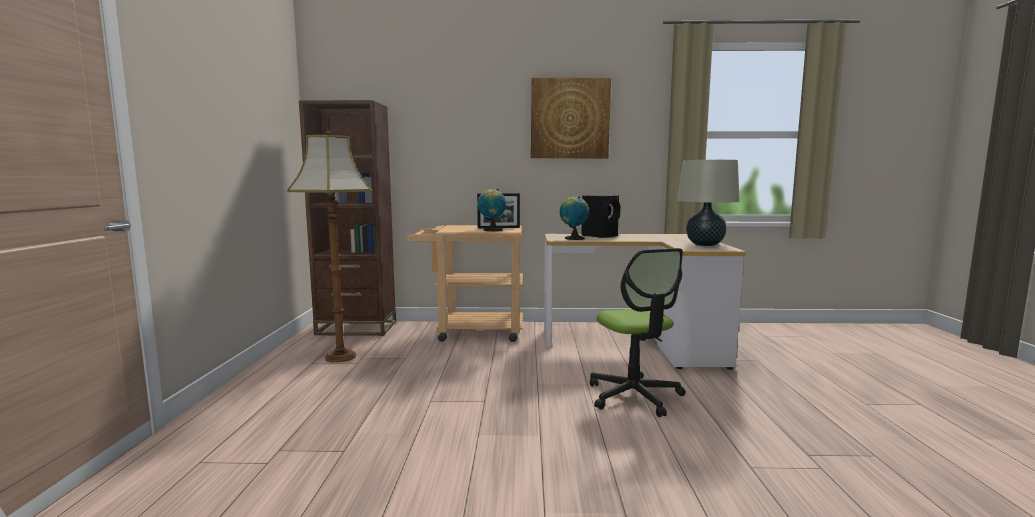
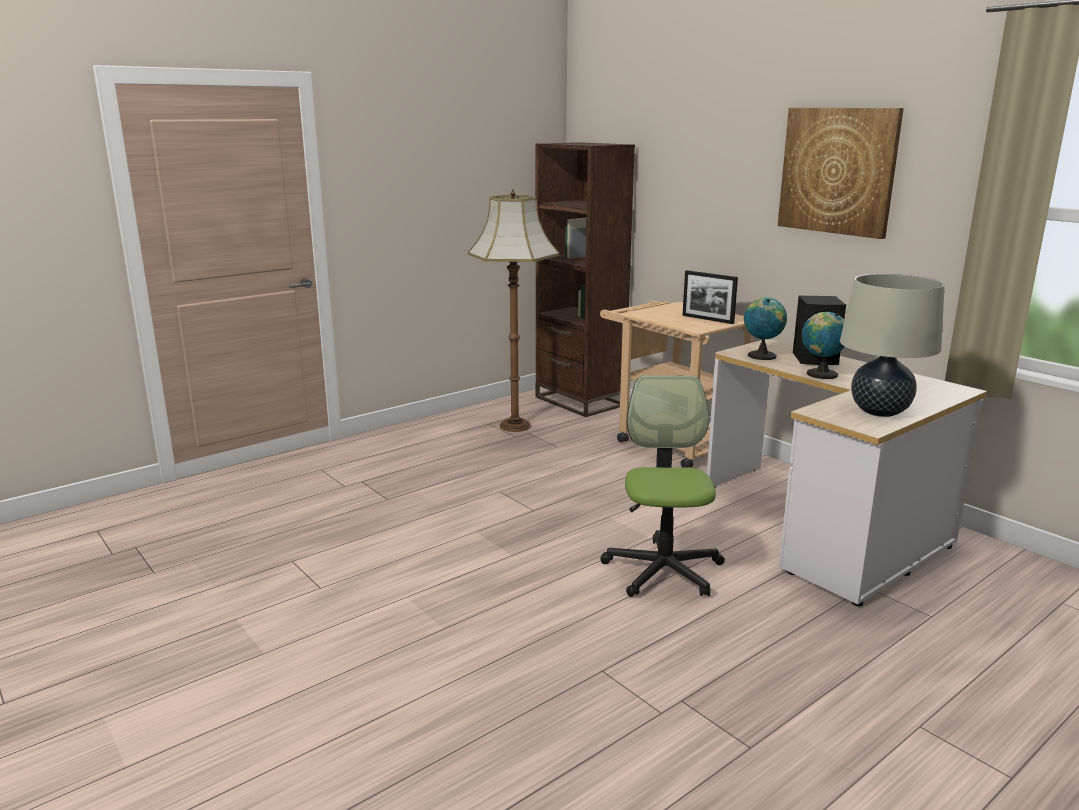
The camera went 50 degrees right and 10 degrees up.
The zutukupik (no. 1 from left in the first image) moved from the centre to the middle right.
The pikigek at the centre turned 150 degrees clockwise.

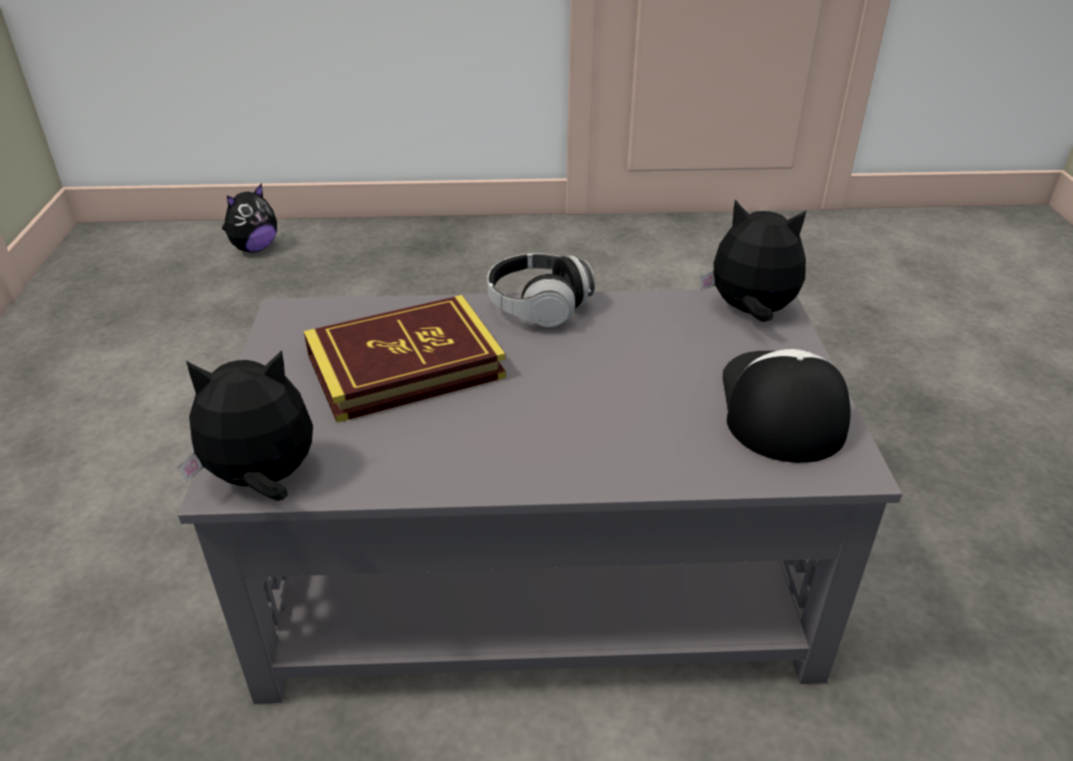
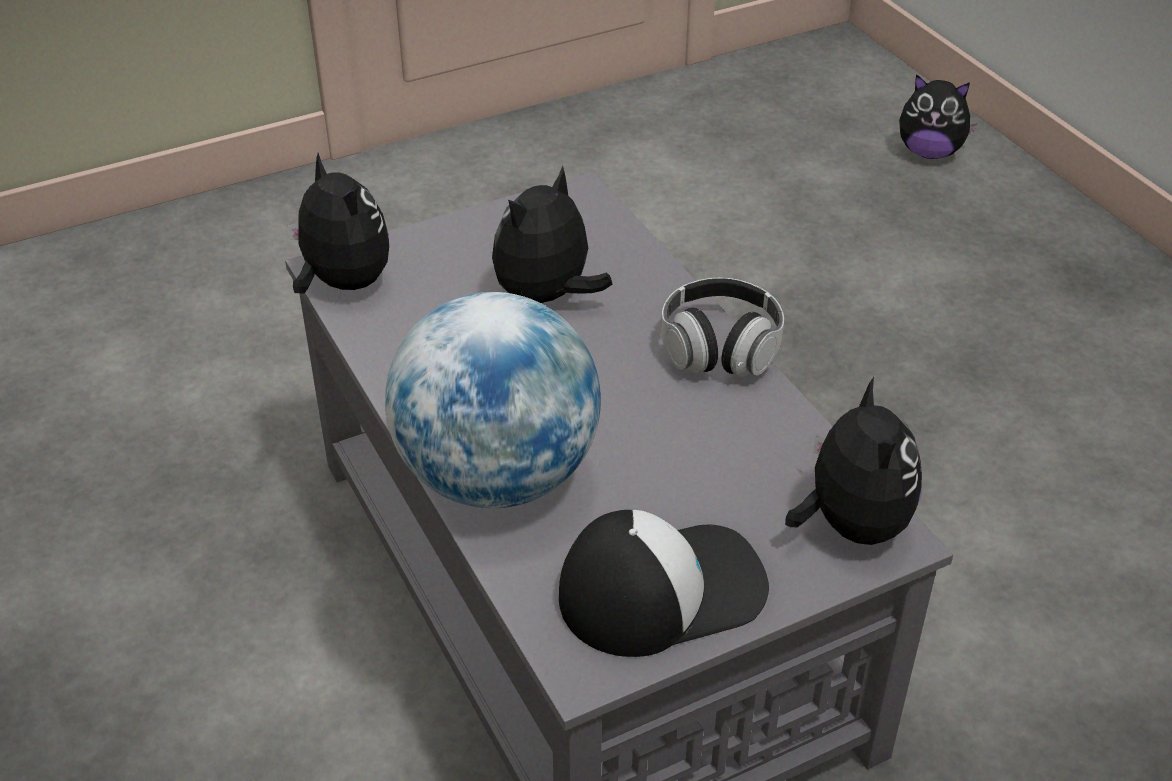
The camera went 65 degrees right and 5 degrees up.
The zutukupik at the centre appeared.
The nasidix at the centre was replaced by the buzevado (no. 2 from left) at the top centre.

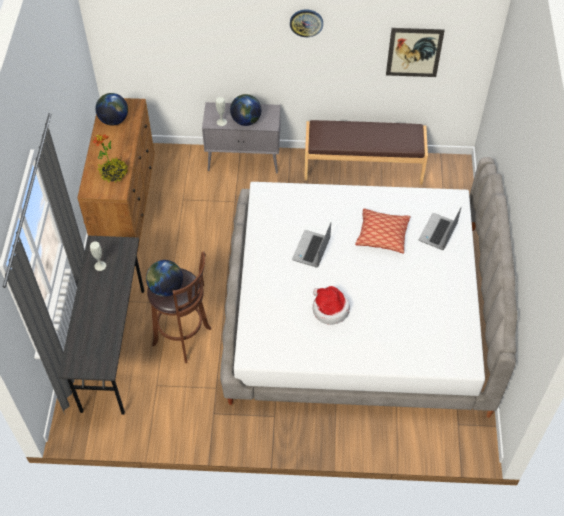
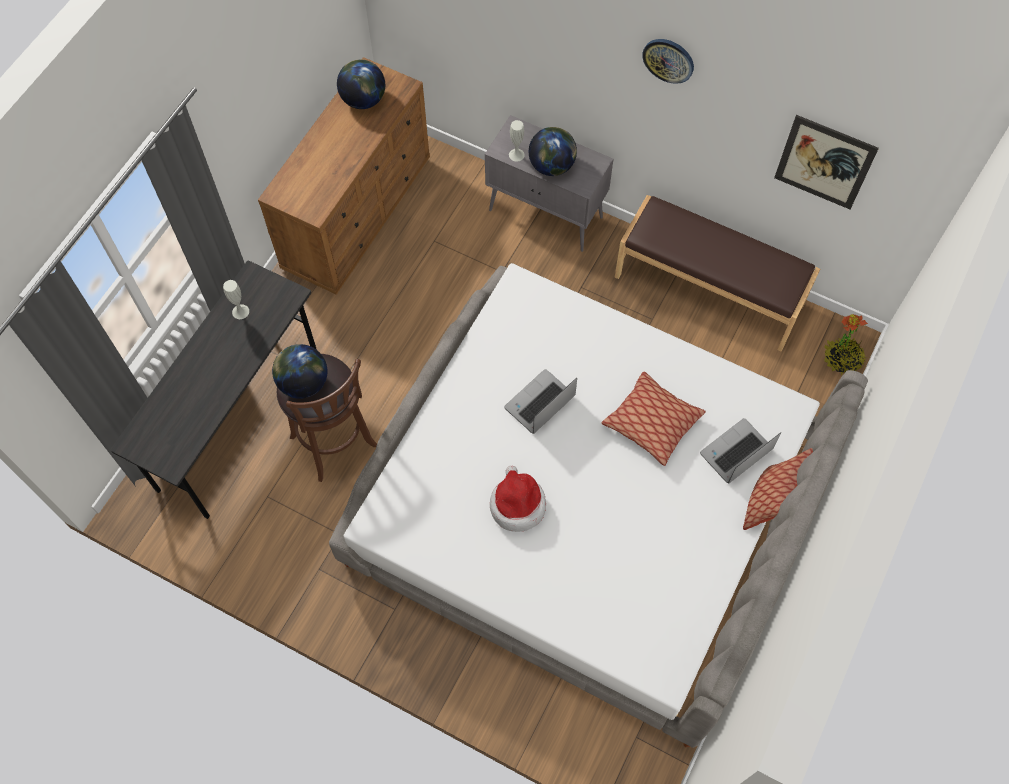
The camera went 25 degrees right and 10 degrees up.
The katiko (no. 2 from left) at the middle right appeared.
The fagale moved from the top left to the middle right.

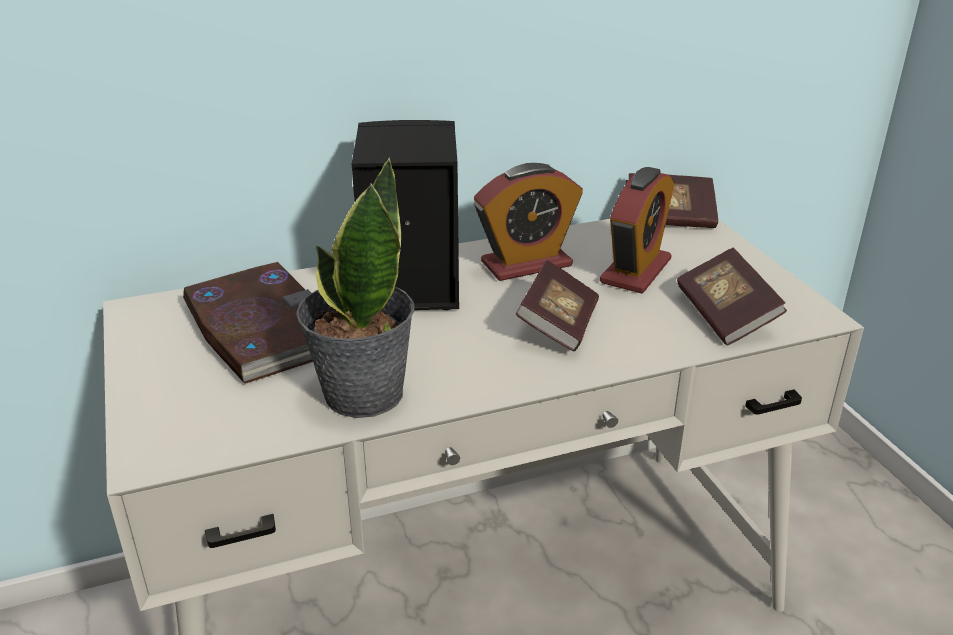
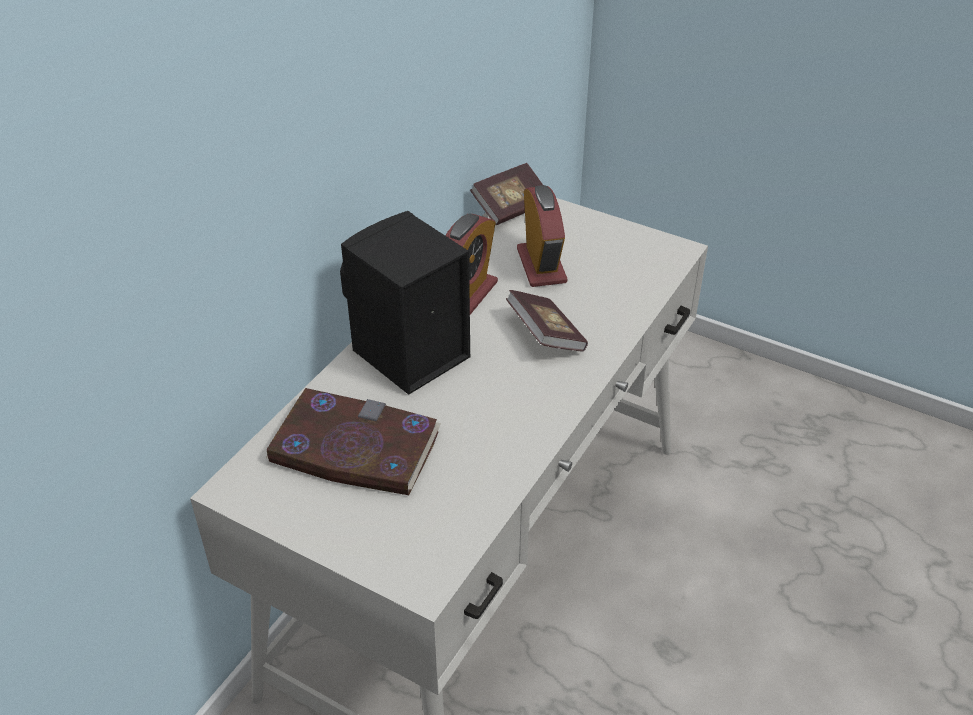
The camera went 40 degrees left and 10 degrees up.
The fagale at the centre disappeared.
The nasidix (no. 4 from left) at the middle right disappeared.

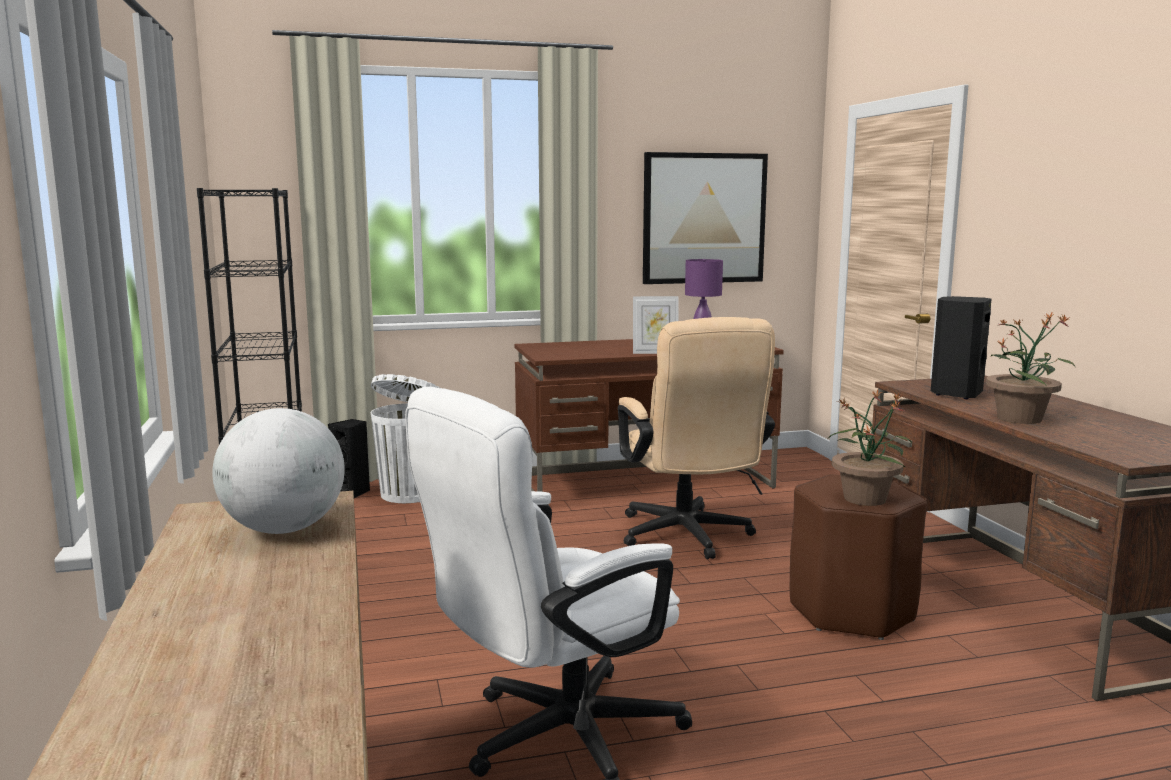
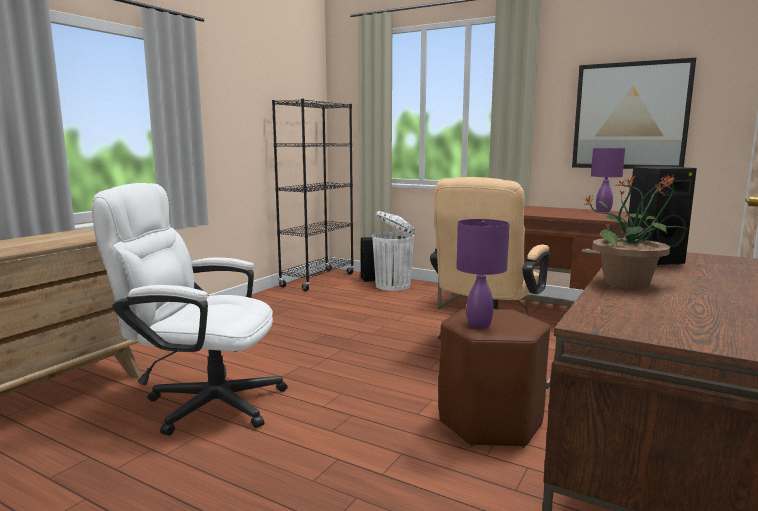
The camera went 45 degrees right and 0 degrees up.
The zutukupik at the middle left disappeared.
The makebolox at the centre disappeared.
The fagale (no. 1 from left) at the middle right was replaced by the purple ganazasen (no. 1 from left) at the centre.

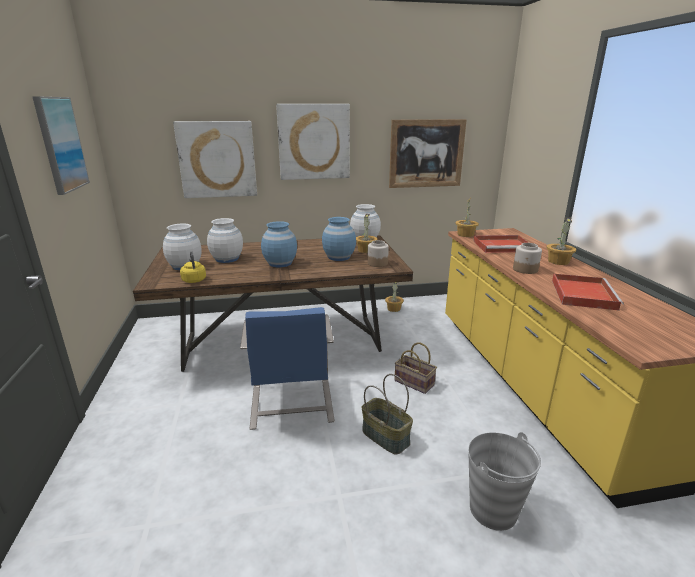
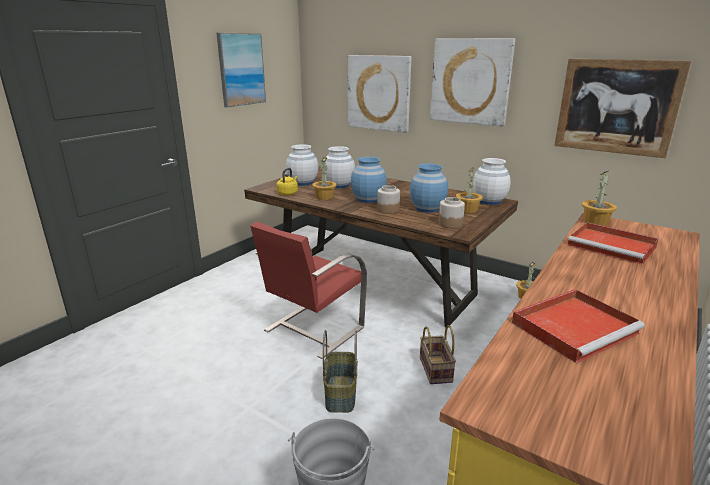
The camera went 45 degrees right and 0 degrees up.
The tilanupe (no. 2 from left in the first image) moved from the middle right to the centre.
The fagale (no. 4 from left in the first image) moved from the middle right to the centre.
The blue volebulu at the centre became the red volebulu at the centre.

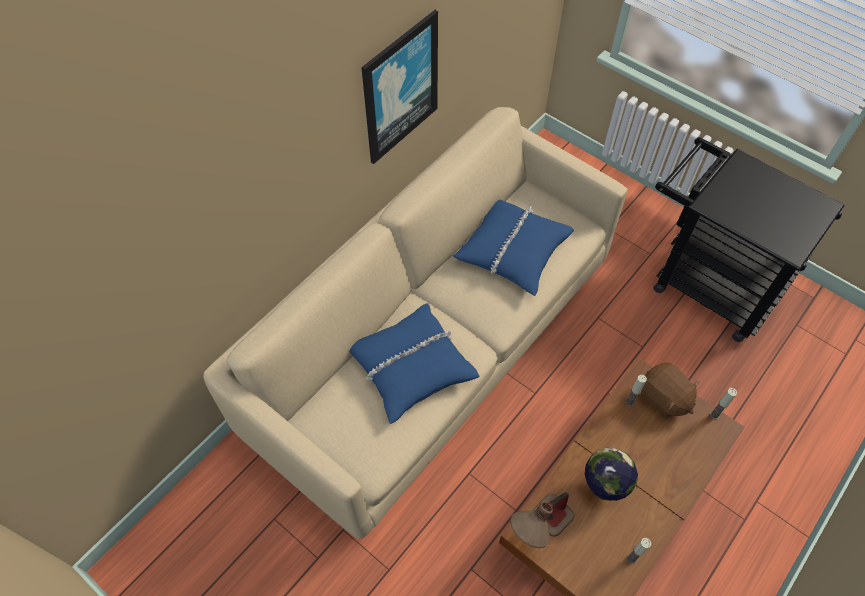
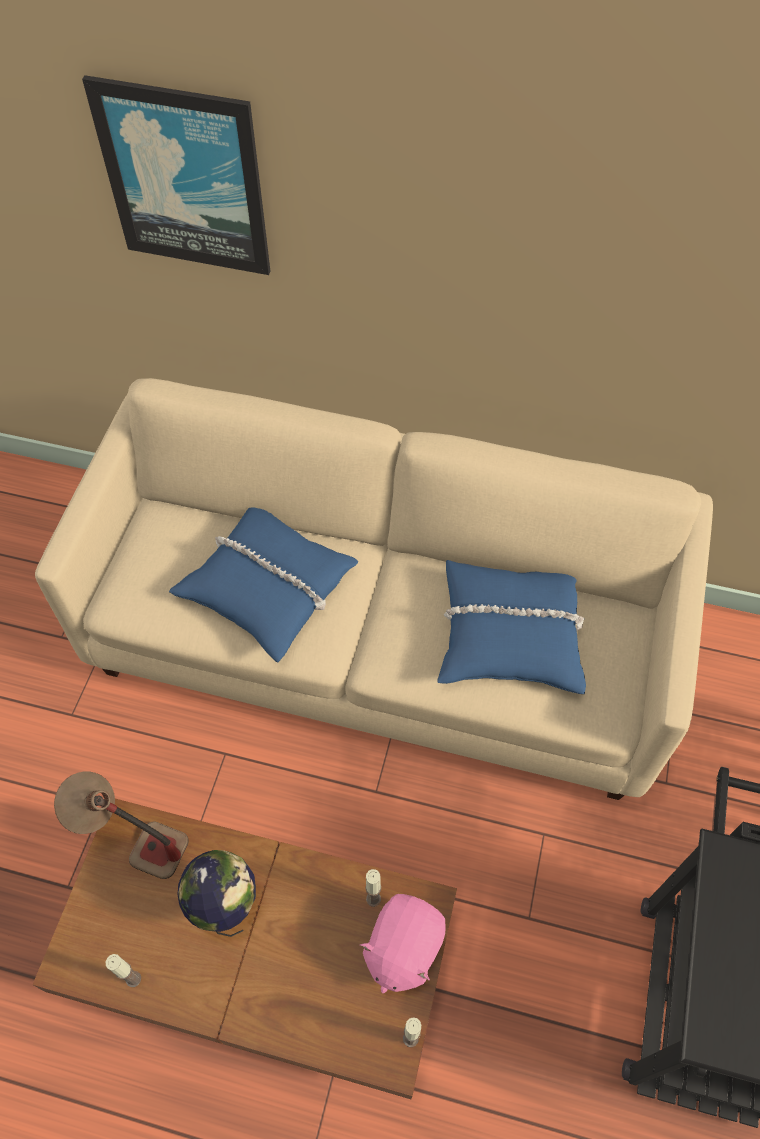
The camera went 65 degrees right and 0 degrees up.
The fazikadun moved from the top centre to the top left.
The brown buzevado at the middle right became the pink buzevado at the bottom centre.

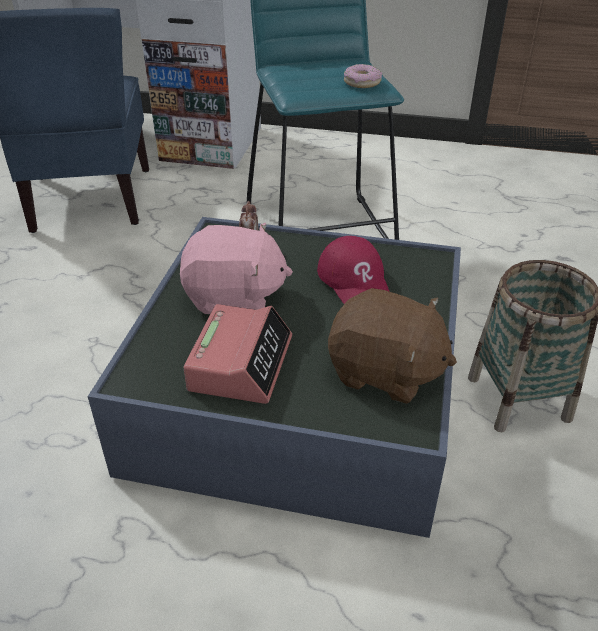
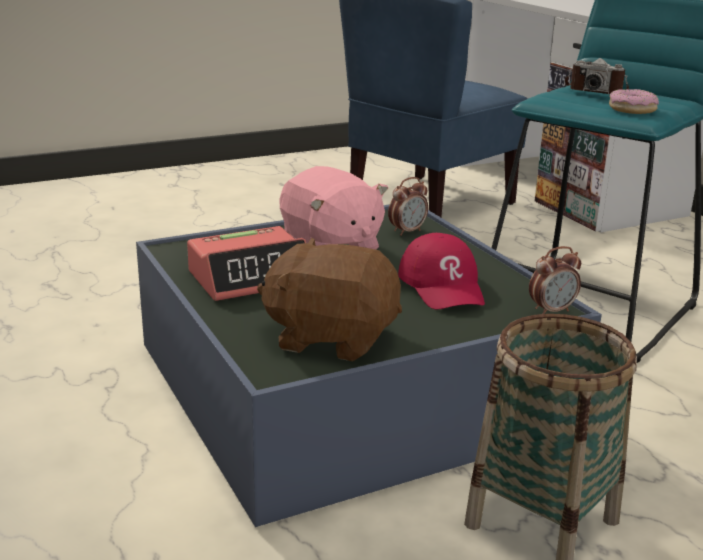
The camera went 50 degrees right and 15 degrees down.
The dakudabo (no. 3 from left) at the middle right appeared.
The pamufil at the top right appeared.
The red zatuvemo at the centre turned 45 degrees counterclockwise.
The brown buzevado at the centre turned 120 degrees clockwise.

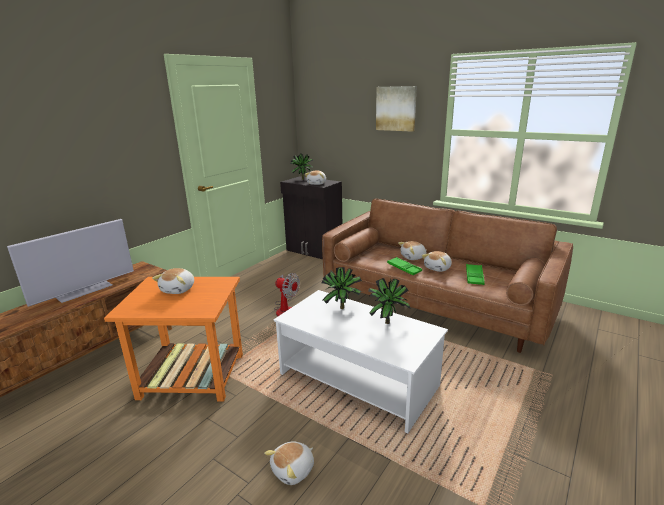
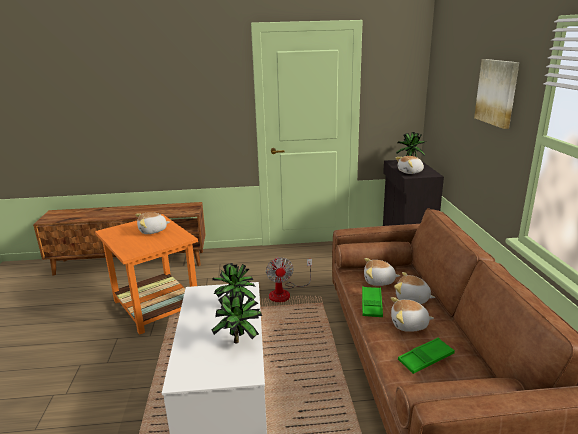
The camera went 50 degrees right and 0 degrees up.
The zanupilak at the middle left disappeared.
The buzevado (no. 2 from left) moved from the bottom centre to the centre.

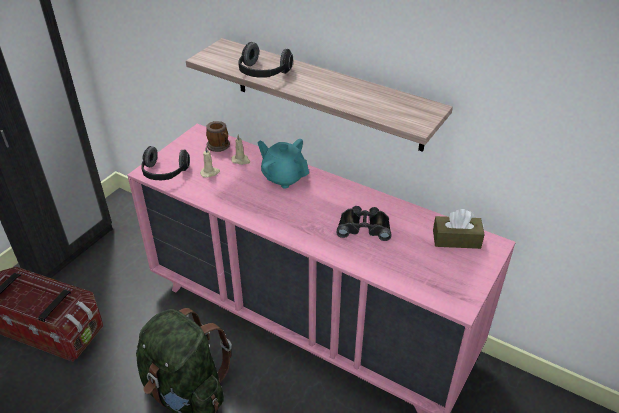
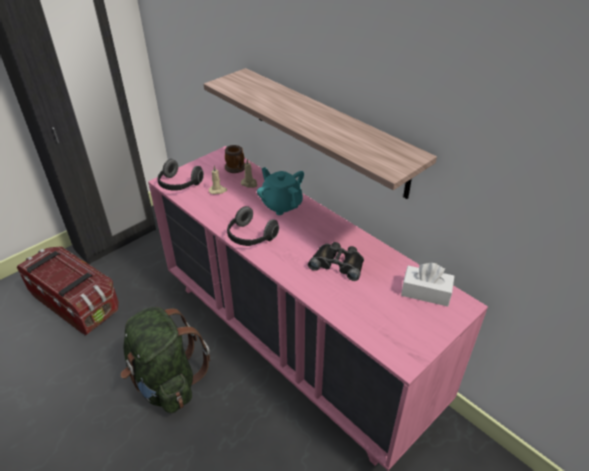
The camera went 15 degrees right and 0 degrees up.
The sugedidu (no. 2 from left) moved from the top centre to the centre.
The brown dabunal at the middle right became the white dabunal at the middle right.

